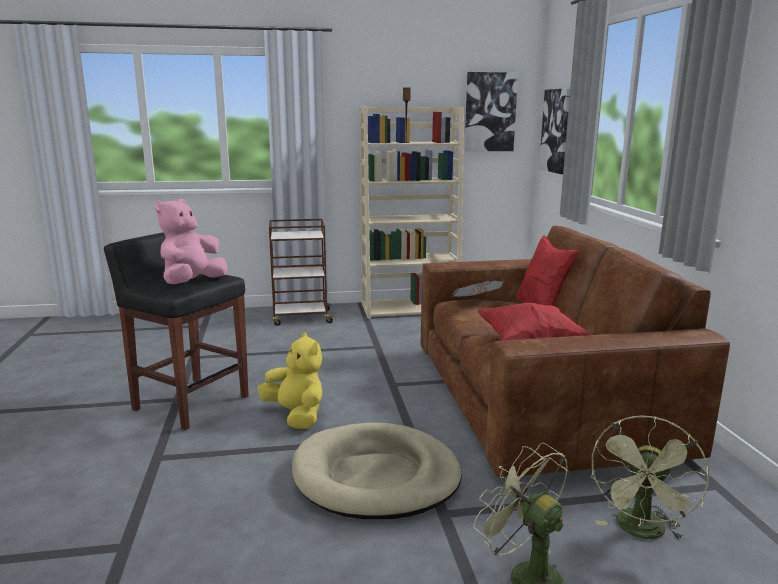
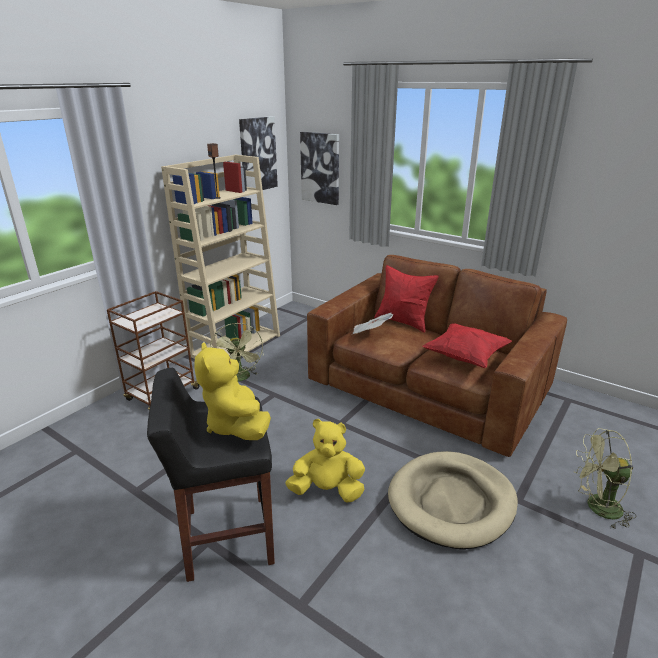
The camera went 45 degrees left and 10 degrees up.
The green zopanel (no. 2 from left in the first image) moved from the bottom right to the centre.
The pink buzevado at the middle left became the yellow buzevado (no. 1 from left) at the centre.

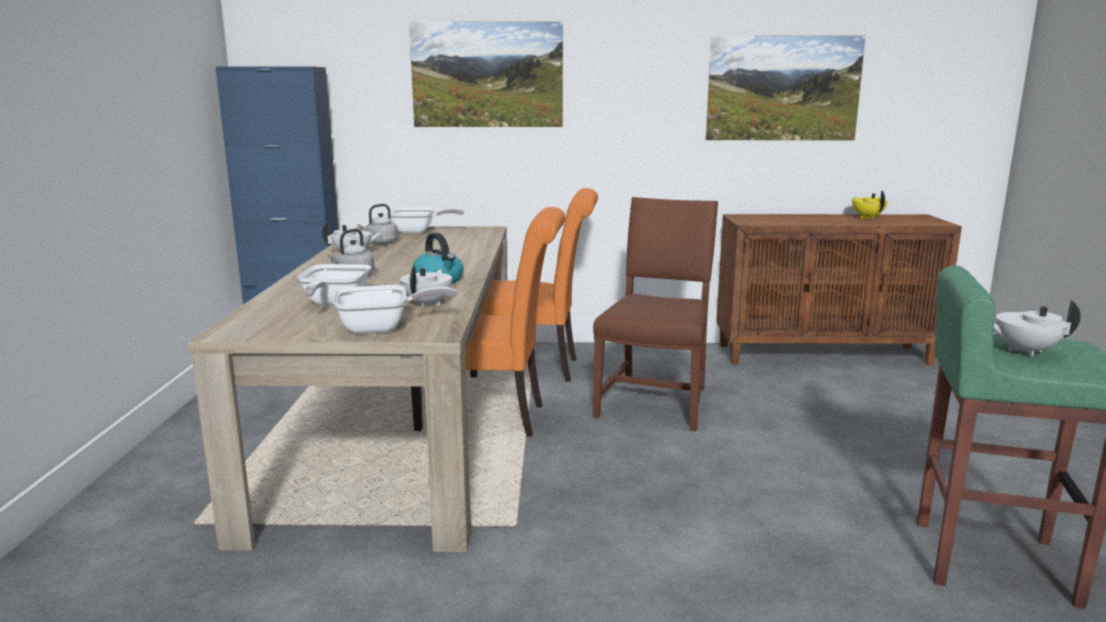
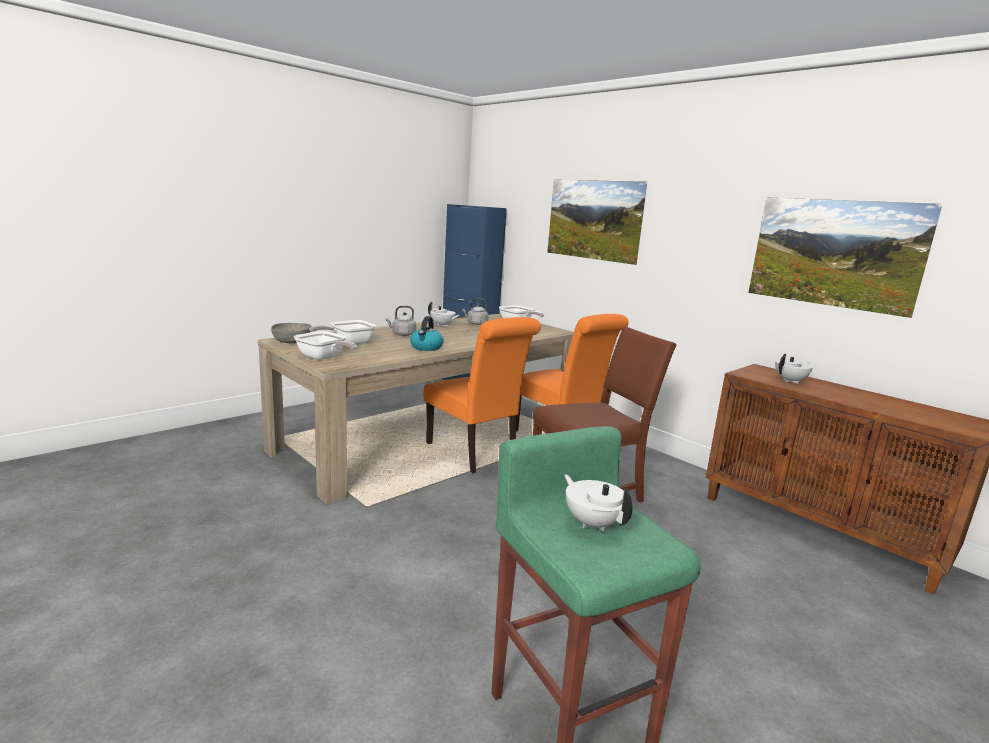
The camera went 45 degrees right and 0 degrees up.
The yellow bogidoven at the top right disappeared.
The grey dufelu at the middle left appeared.
The white bogidoven (no. 2 from left in the first image) moved from the centre to the middle right.

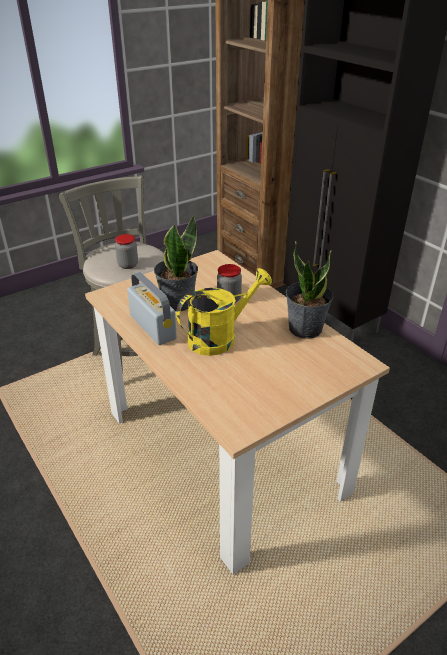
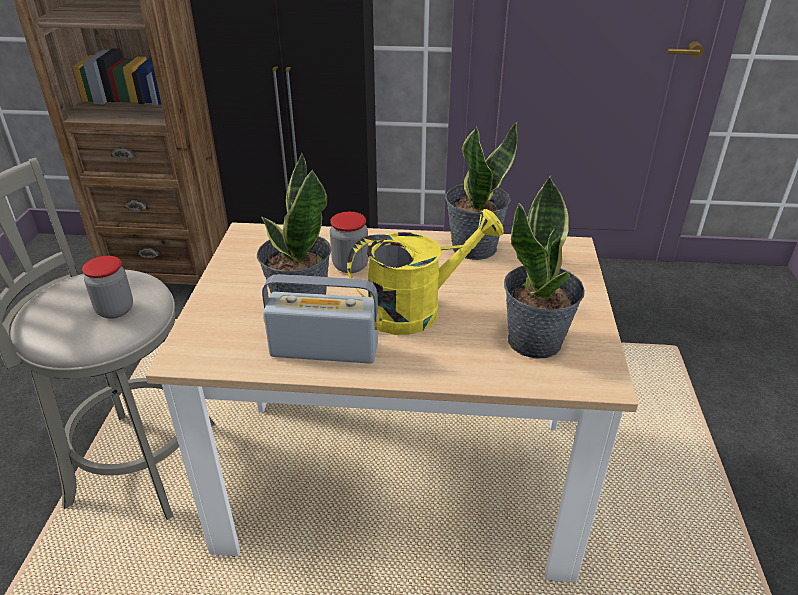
The camera went 50 degrees left and 0 degrees up.
The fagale (no. 3 from left) at the middle right appeared.
The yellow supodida at the centre turned 60 degrees clockwise.

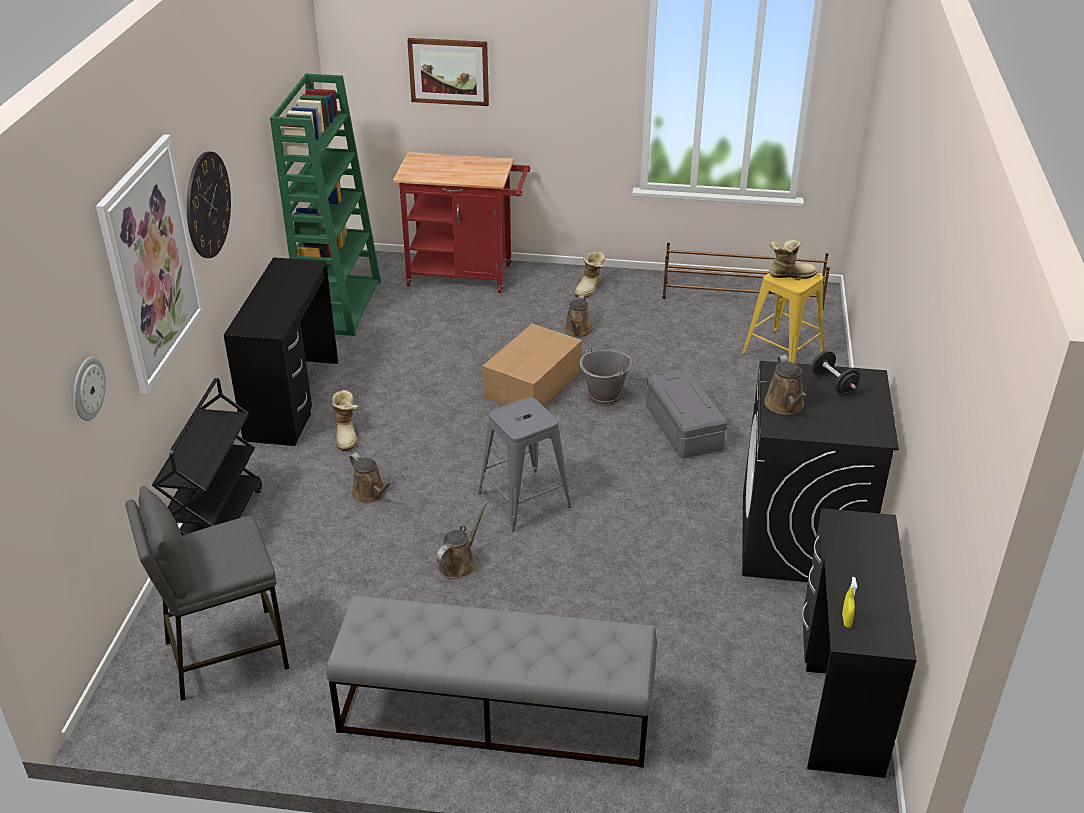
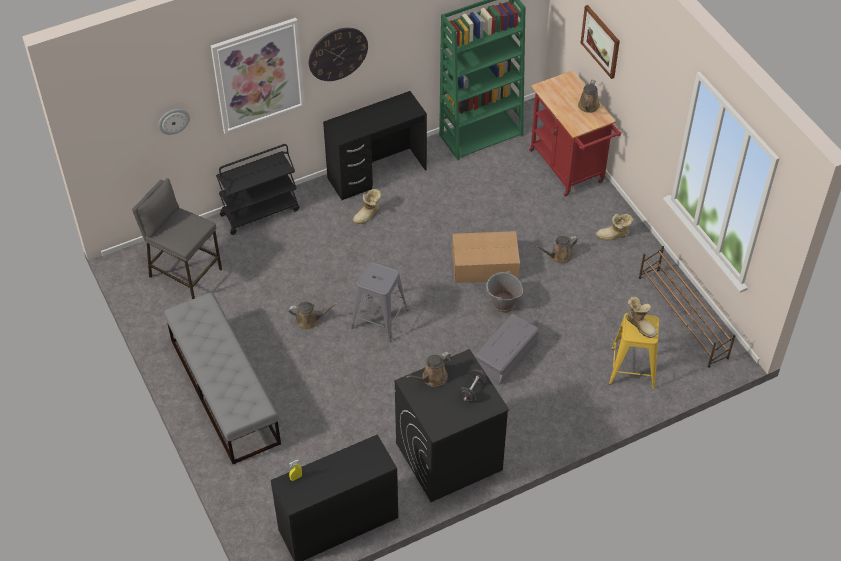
The camera went 55 degrees right and 15 degrees up.
The brown supodida (no. 1 from left in the first image) moved from the centre to the top right.

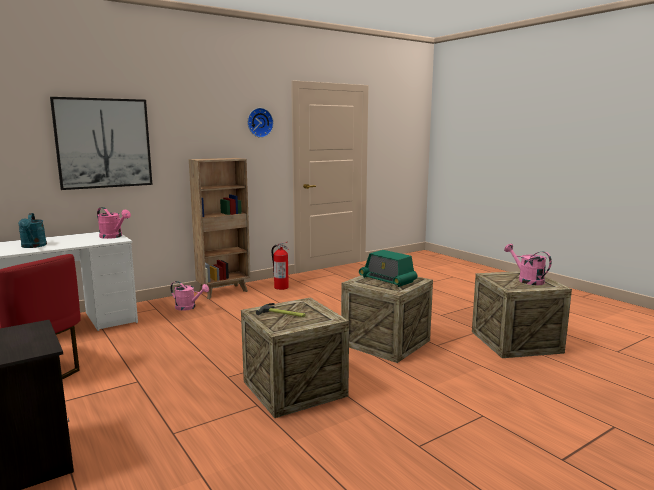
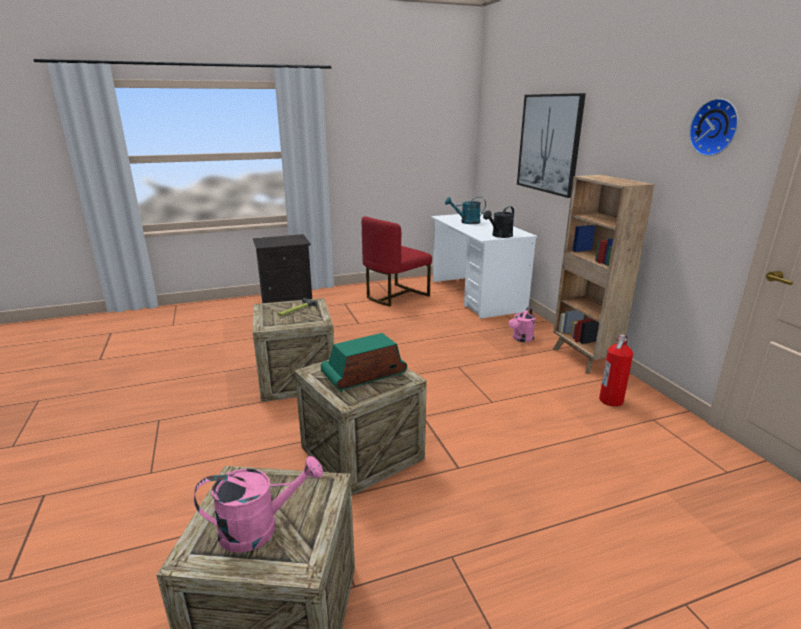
The camera went 105 degrees right and 10 degrees up.
The pink supodida (no. 1 from left) at the middle left became the black supodida at the centre.

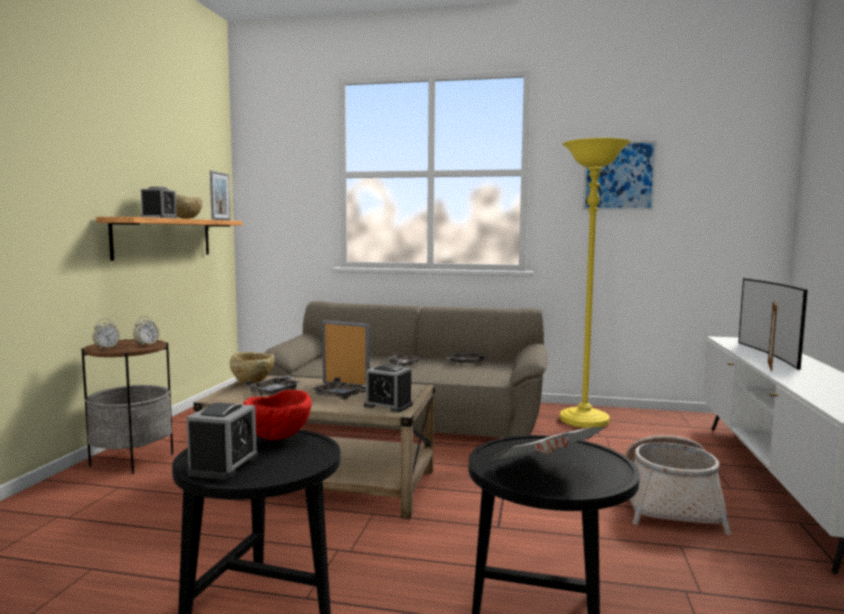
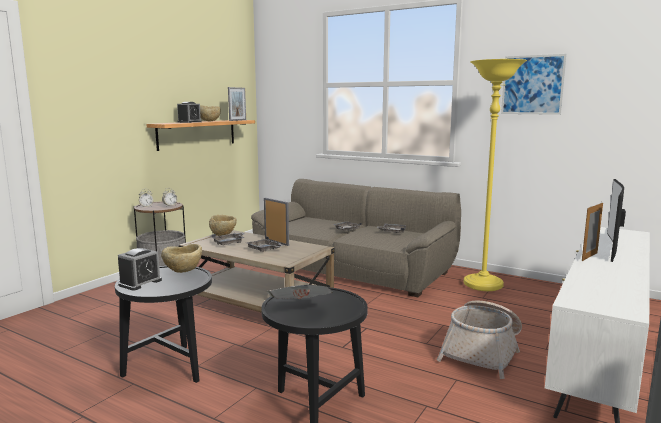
The camera went 20 degrees right and 5 degrees up.
The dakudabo (no. 5 from left) at the centre disappeared.
The red dufelu at the bottom left became the beige dufelu (no. 1 from left) at the middle left.

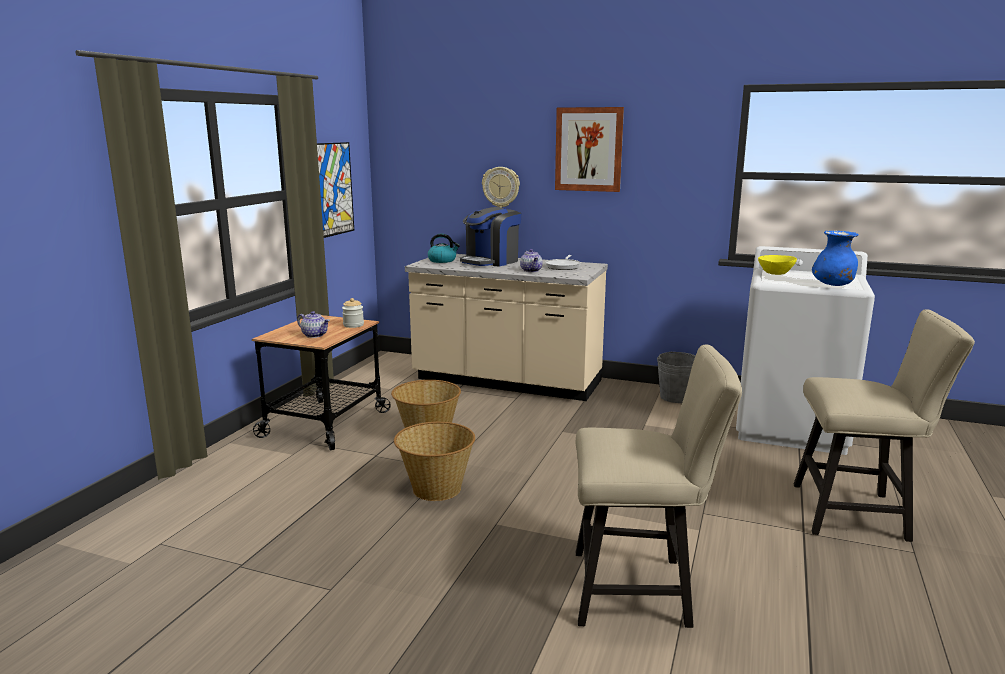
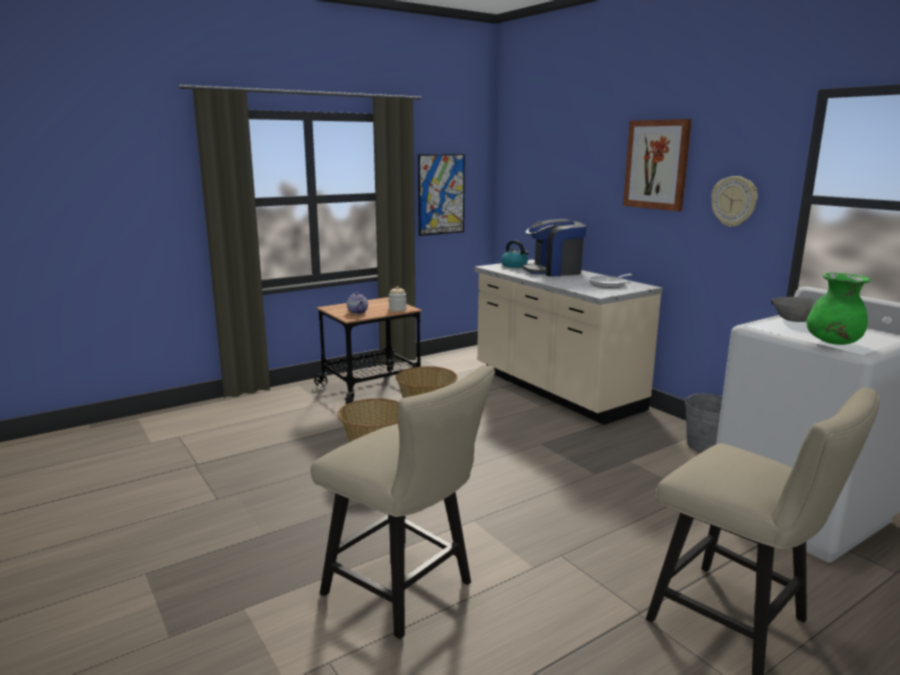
The camera went 35 degrees right and 0 degrees up.
The bogidoven (no. 2 from left) at the centre disappeared.
The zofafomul moved from the top centre to the top right.
The yellow dufelu at the middle right became the grey dufelu at the middle right.
The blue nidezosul at the middle right became the green nidezosul at the middle right.

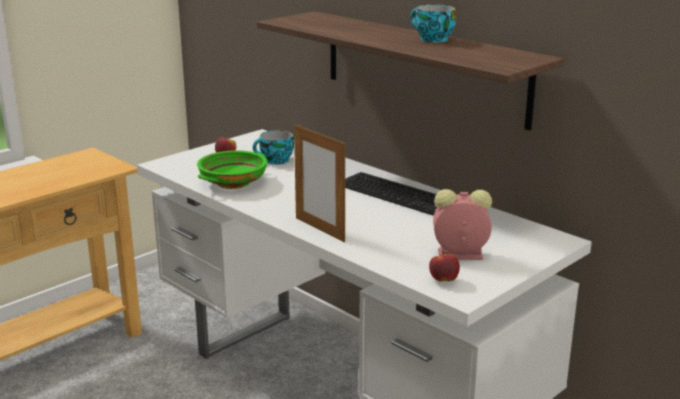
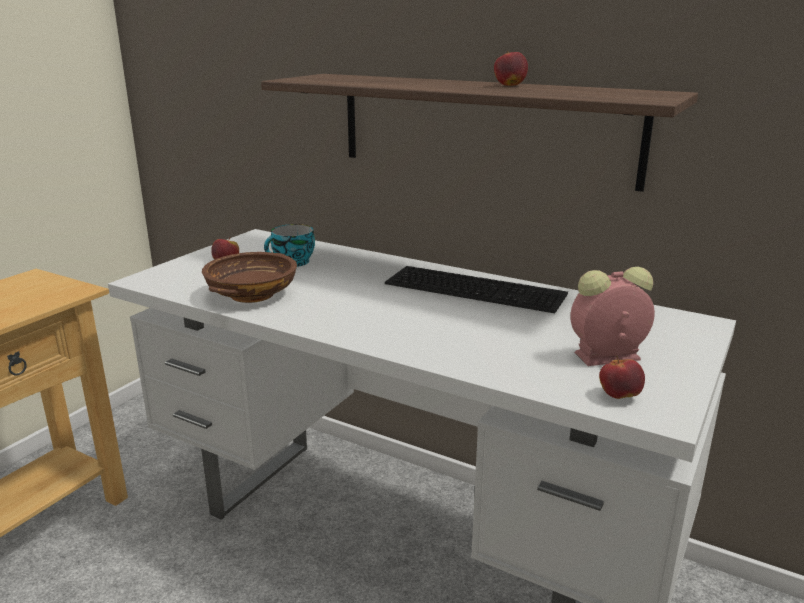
The camera went 15 degrees left and 0 degrees up.
The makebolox at the centre disappeared.
The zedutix (no. 2 from left) at the top centre was replaced by the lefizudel (no. 2 from left) at the top centre.
The green dufelu at the centre became the brown dufelu at the middle left.

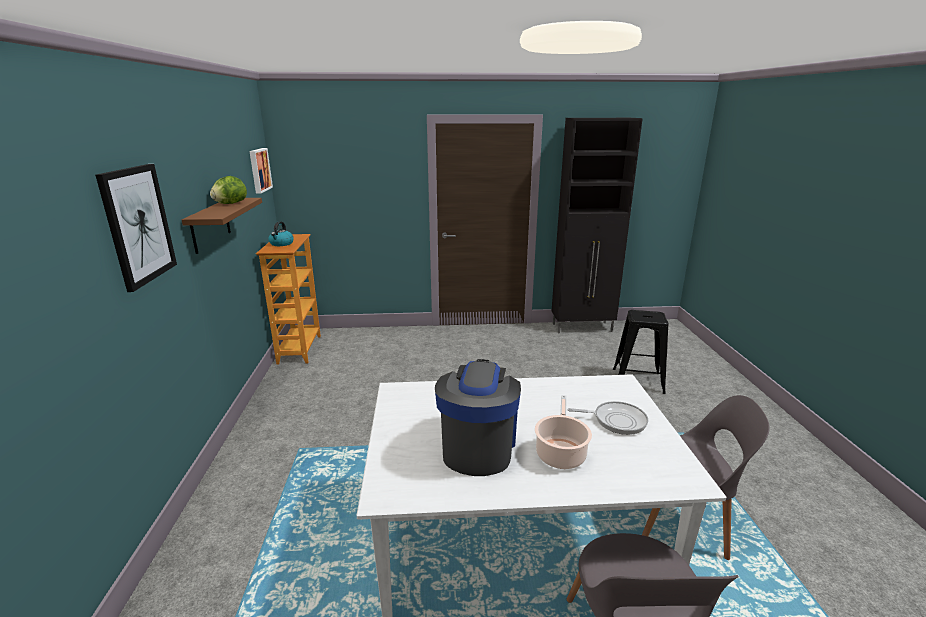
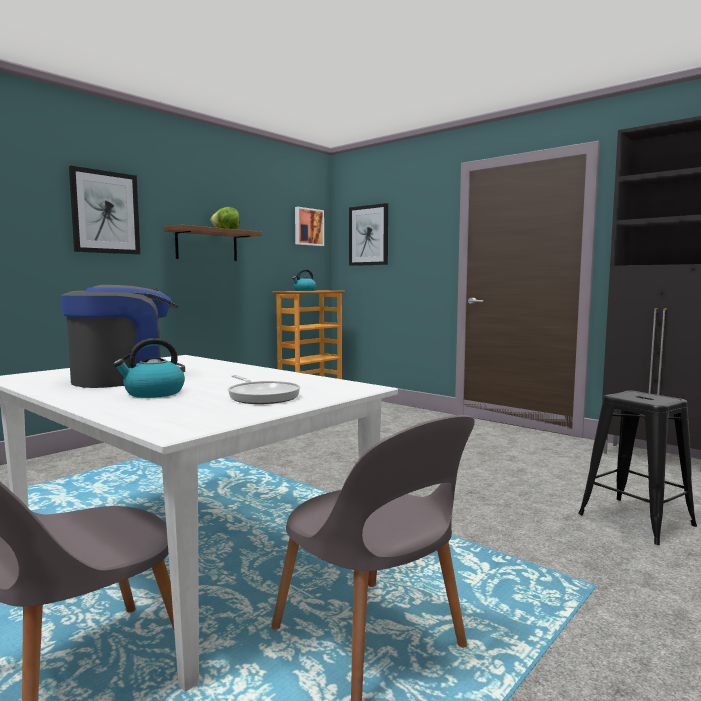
The camera went 45 degrees right and 15 degrees down.
The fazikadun (no. 3 from left) at the centre appeared.
The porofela at the bottom centre was replaced by the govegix (no. 1 from left) at the middle left.

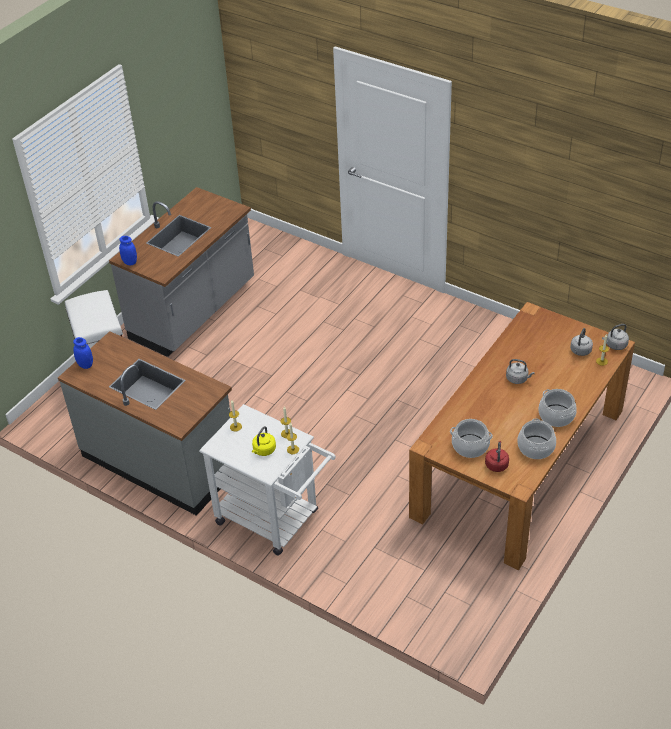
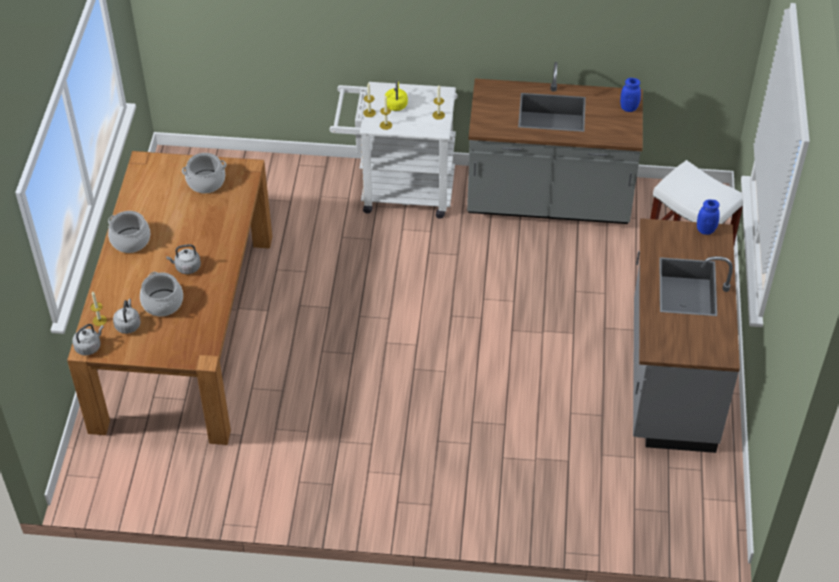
The camera went 150 degrees right and 5 degrees up.
The red govegix at the middle right disappeared.
The porofela (no. 2 from left) moved from the middle right to the middle left.

